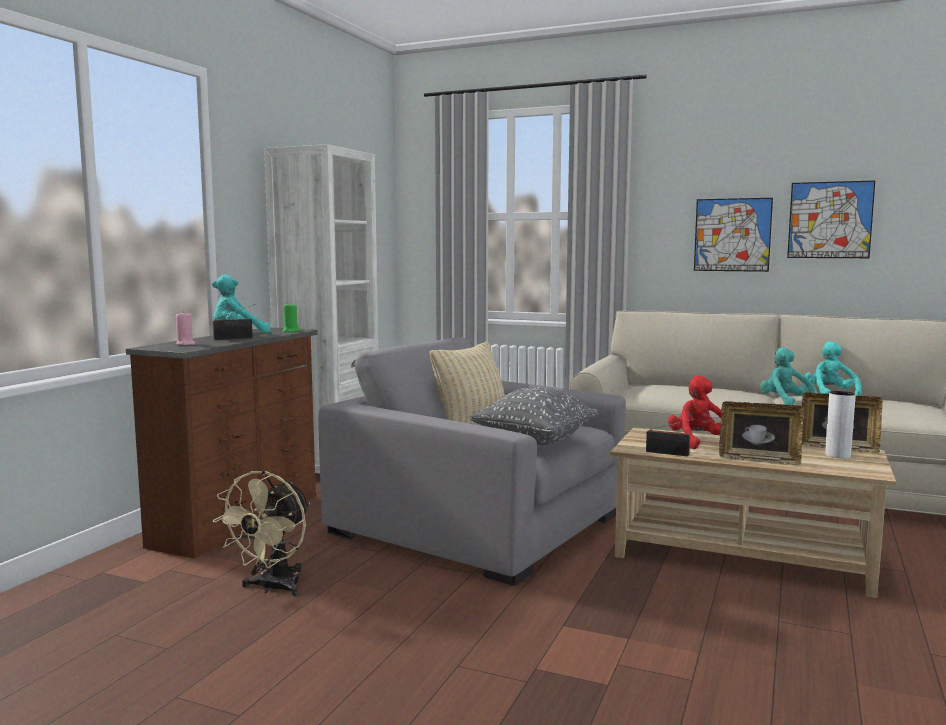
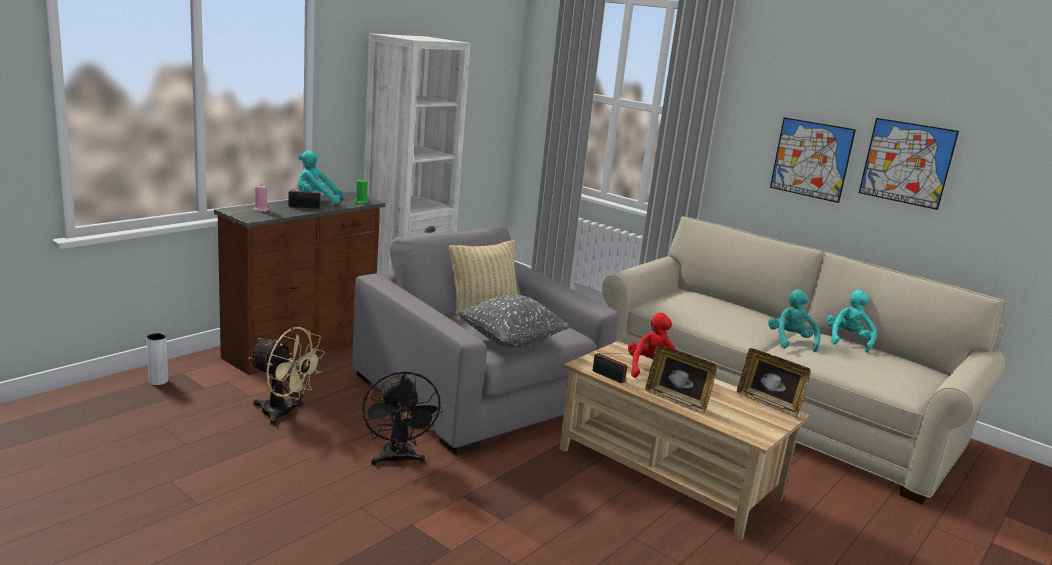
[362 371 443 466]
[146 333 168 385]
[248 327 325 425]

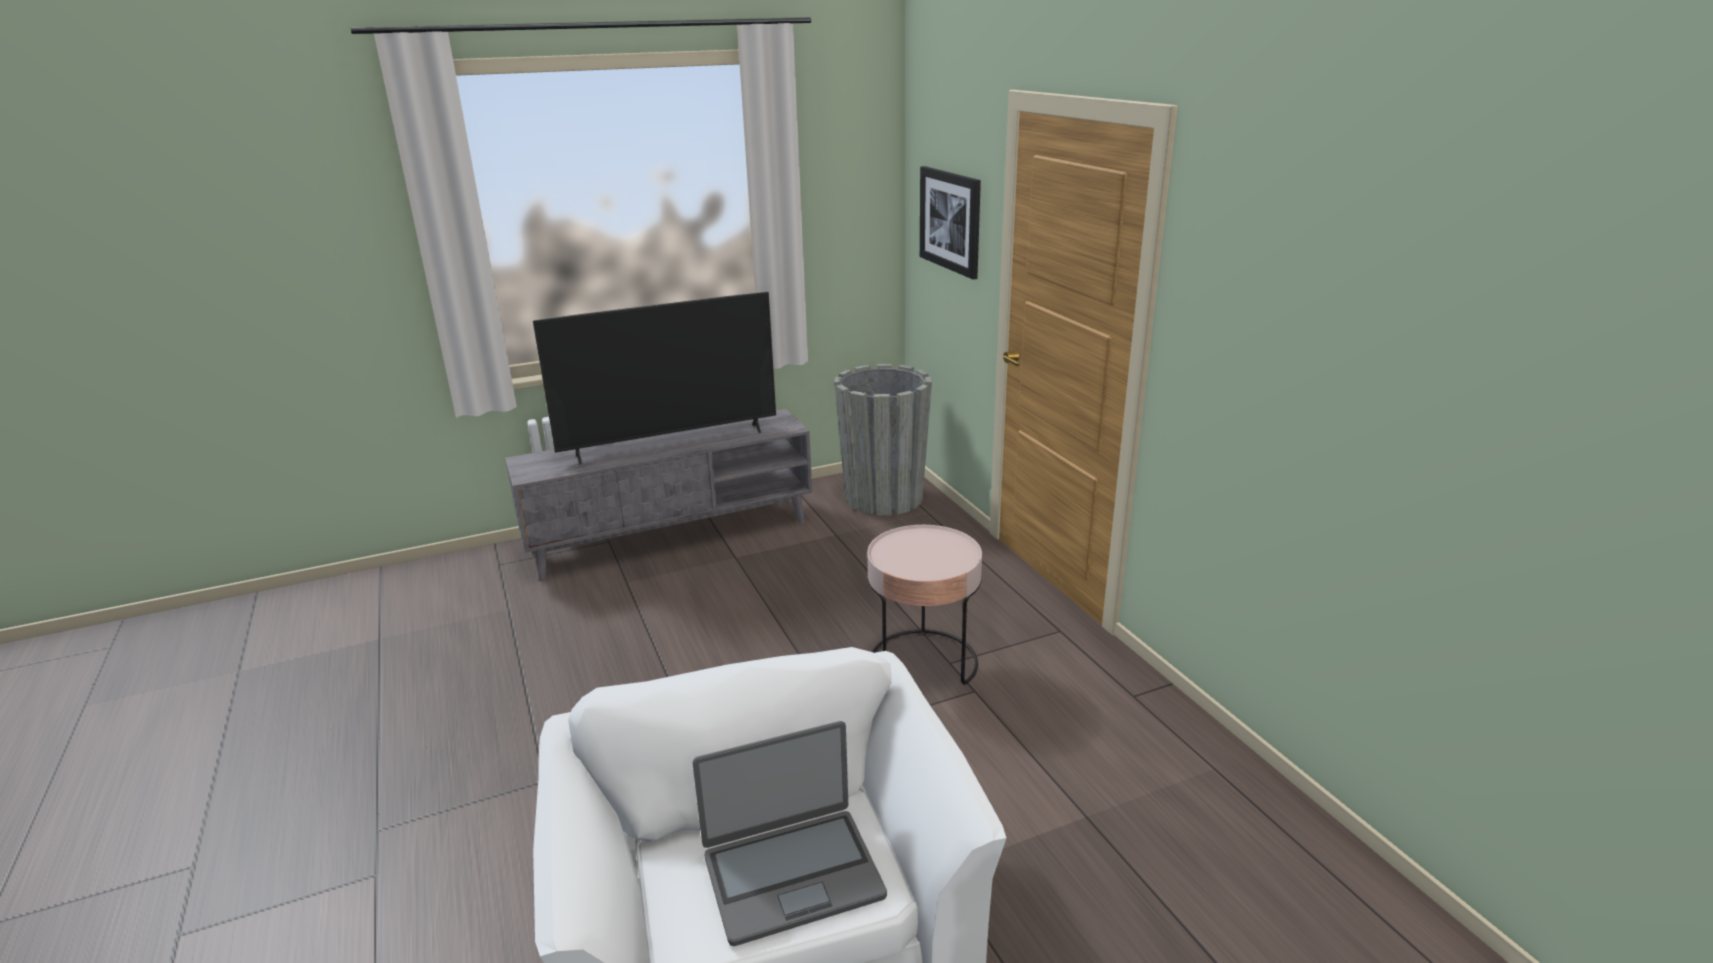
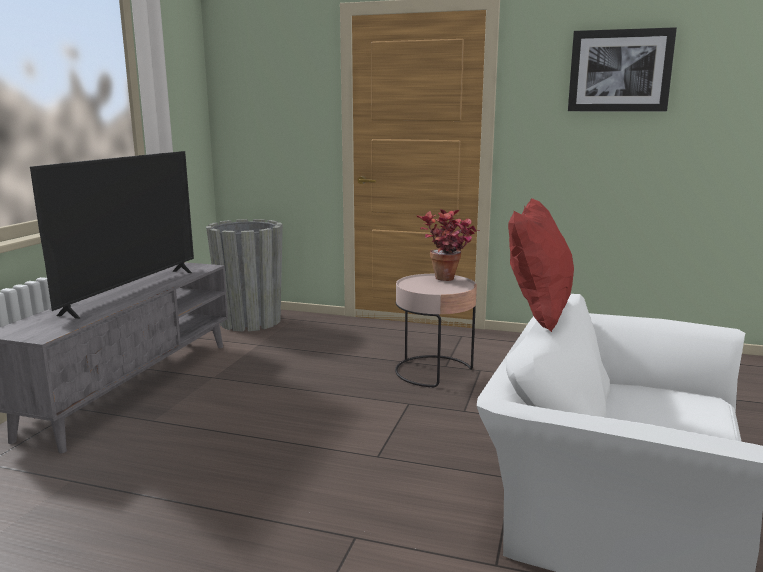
[693 721 887 946] (first image)
[416 209 480 281]
[508 198 574 332]
[568 27 677 111]

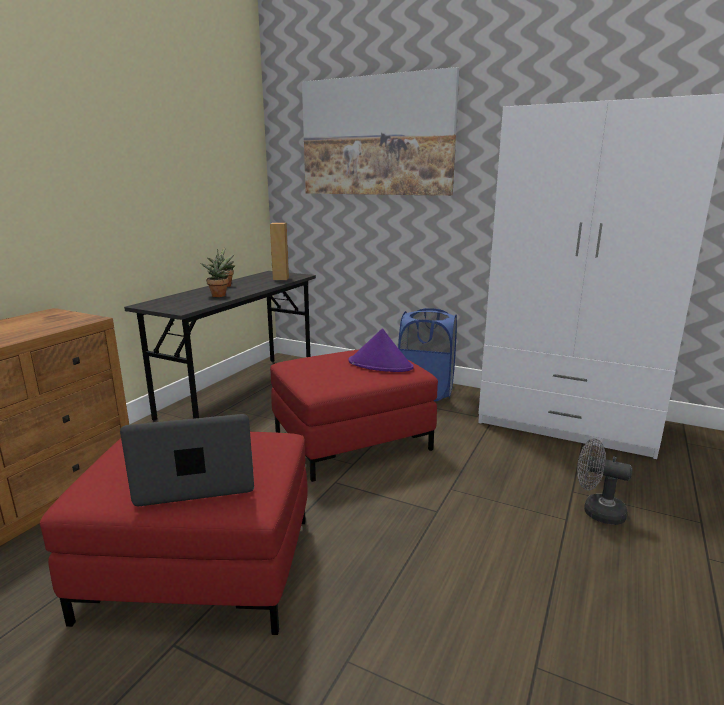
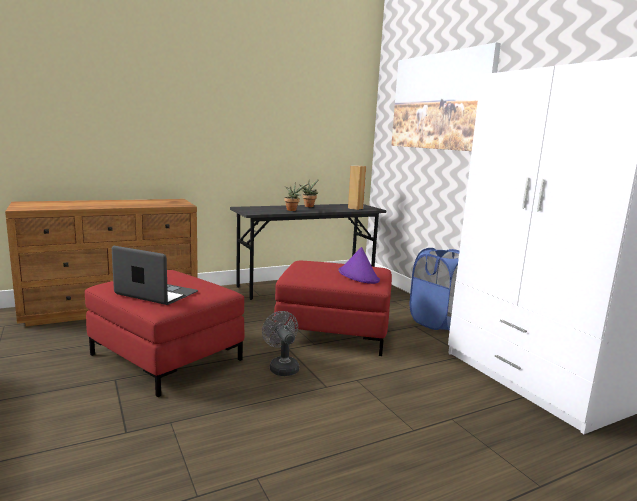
[262 311 299 376]

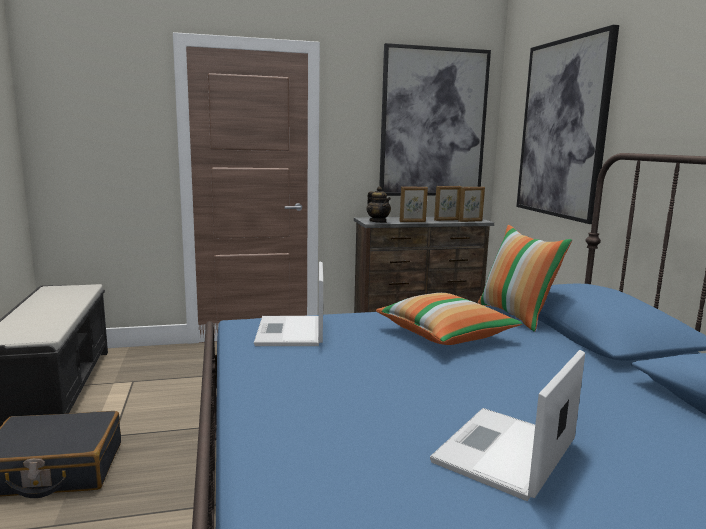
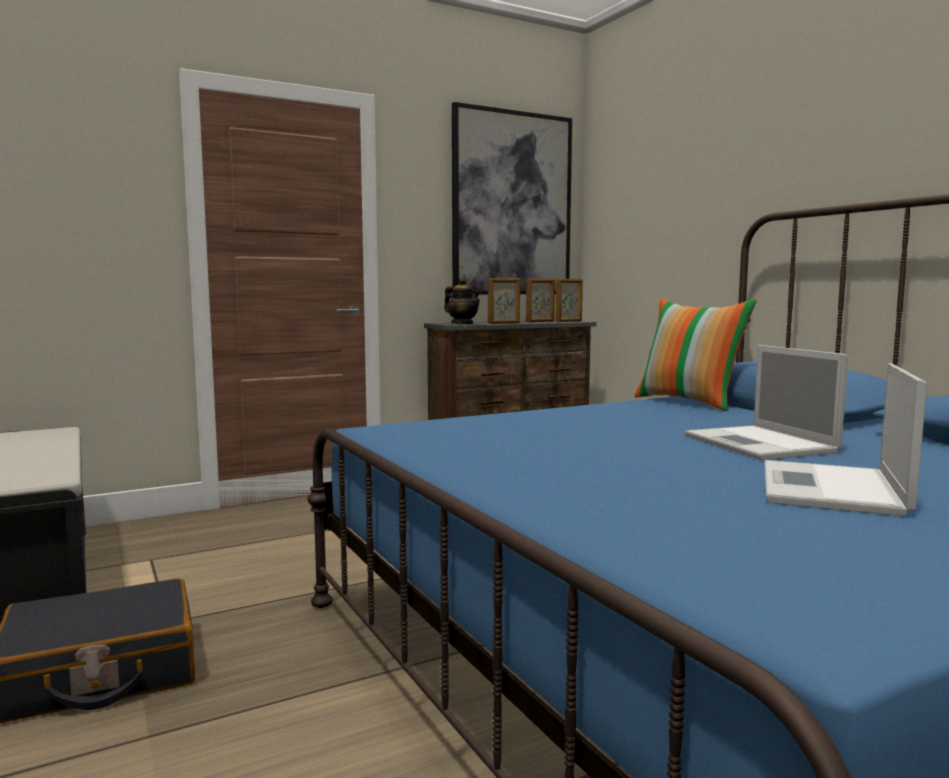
[376 293 523 345] (first image)
[516 25 619 224] (first image)
[685 345 848 460]

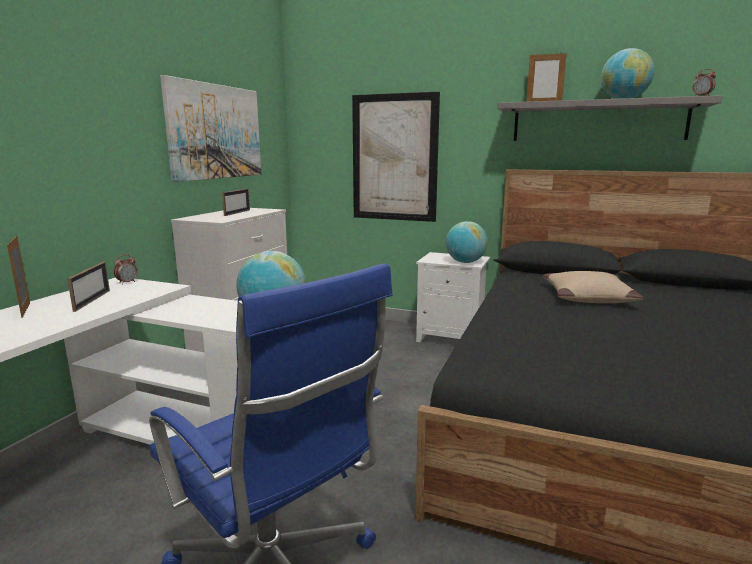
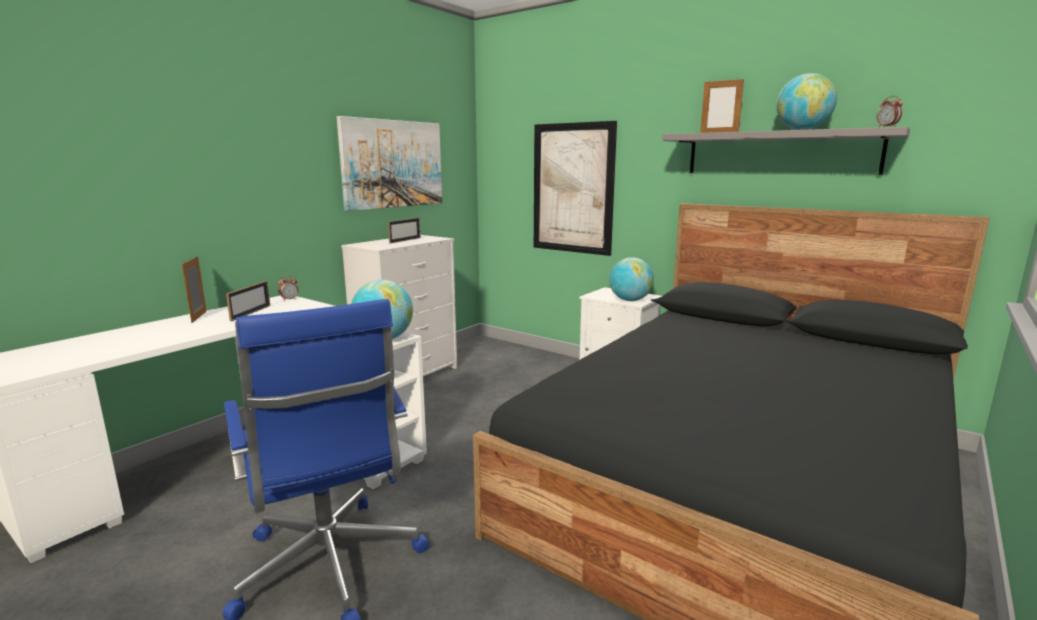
[542 271 644 303] (first image)

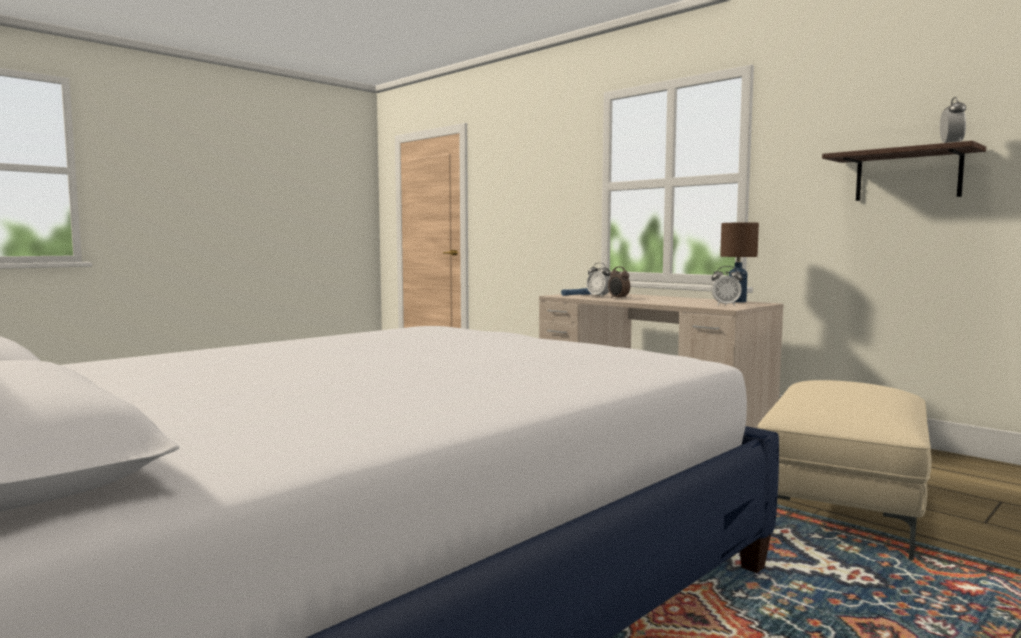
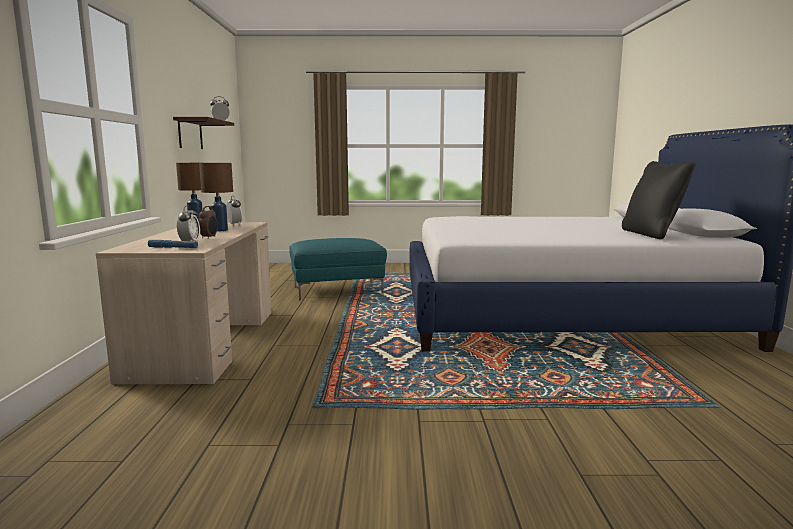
[199 163 233 231]
[622 161 696 239]
[289 238 387 300]

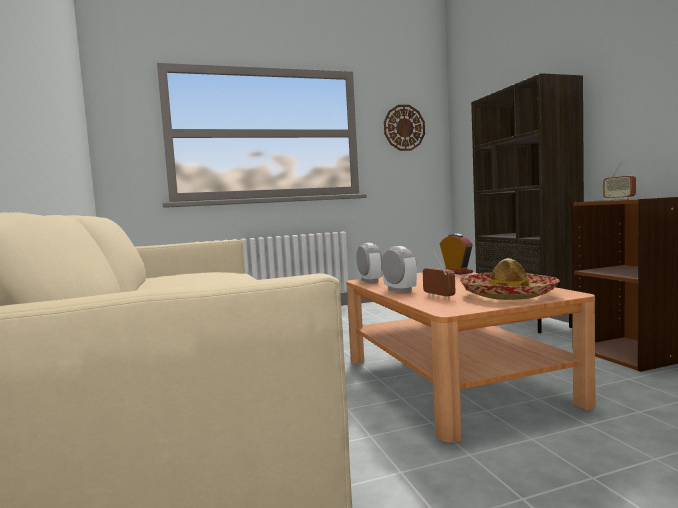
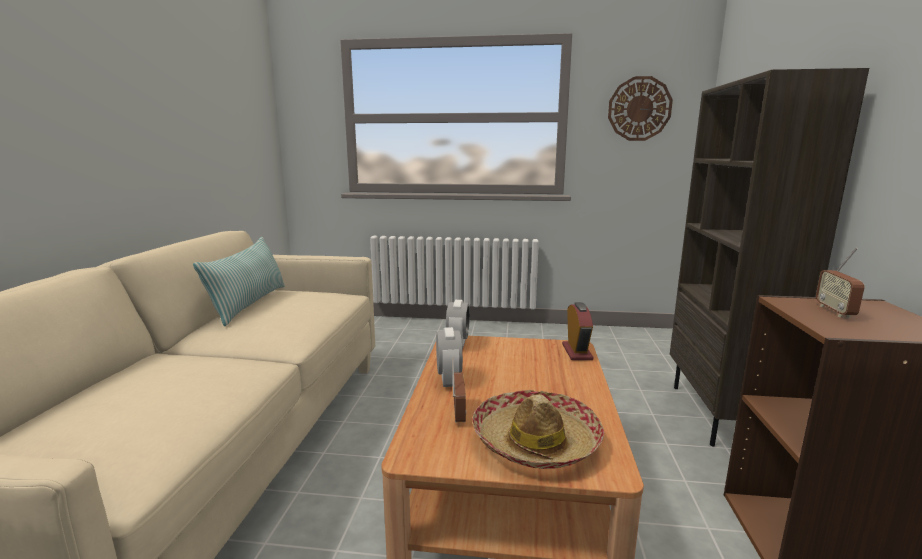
[193 237 285 326]

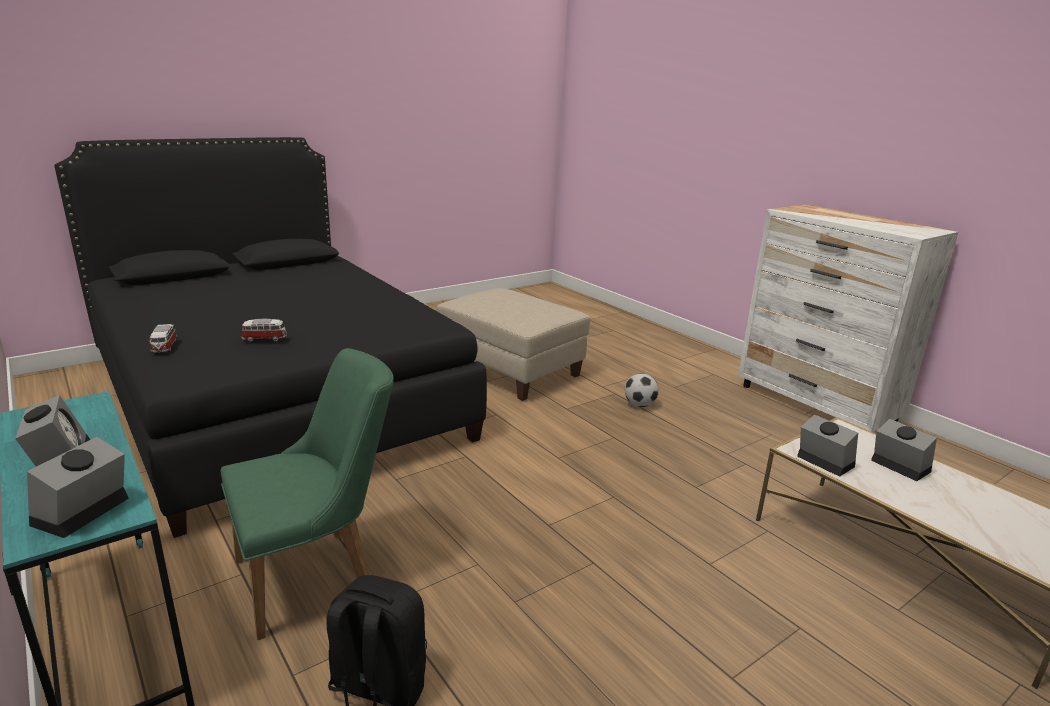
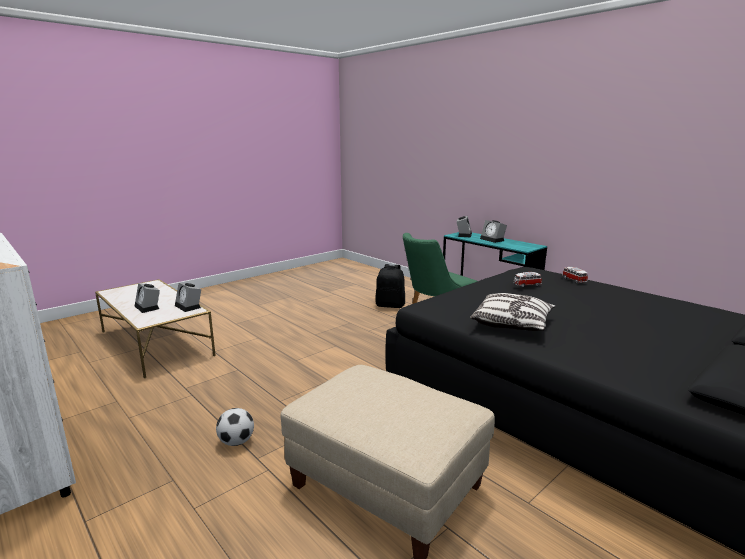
[470 293 556 331]

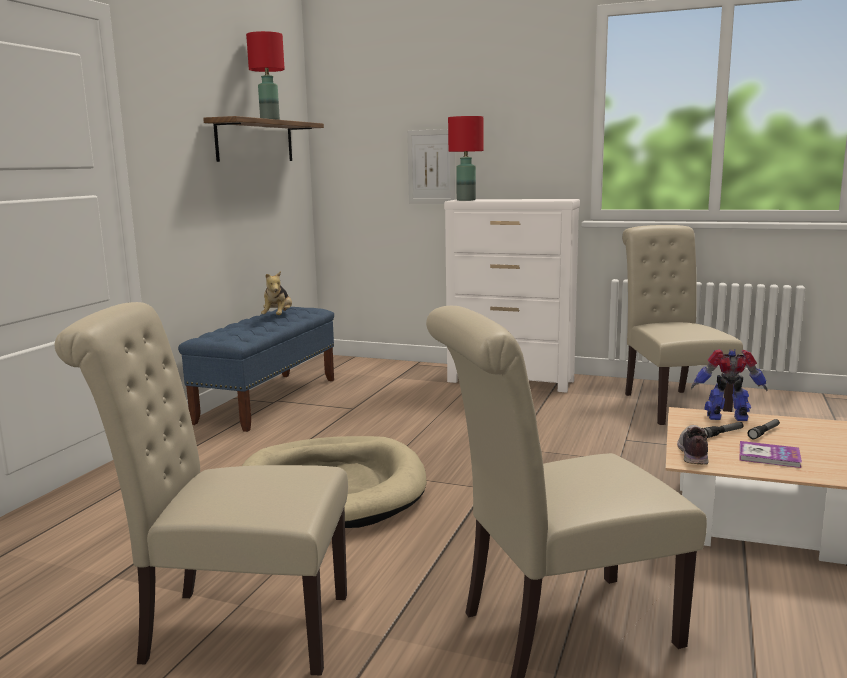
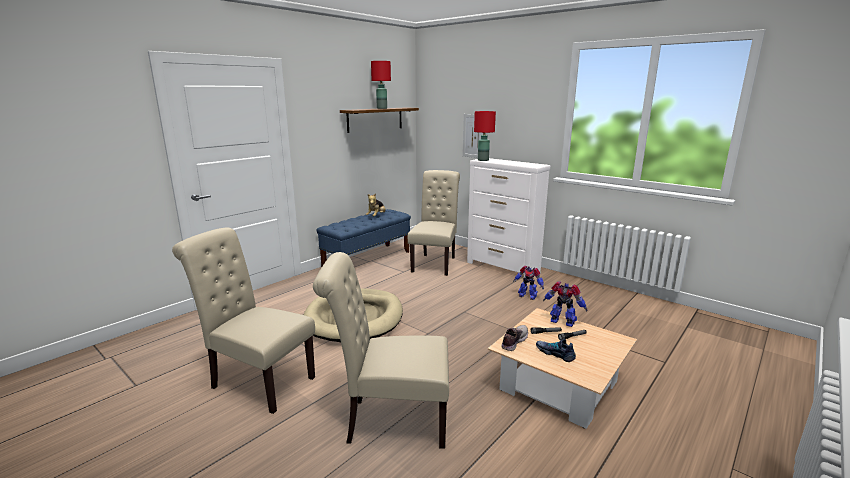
[513 266 544 300]
[408 170 460 276]
[536 339 576 362]

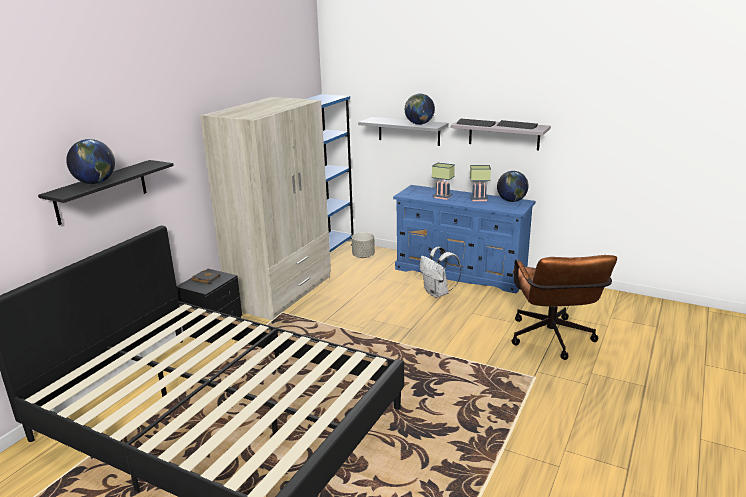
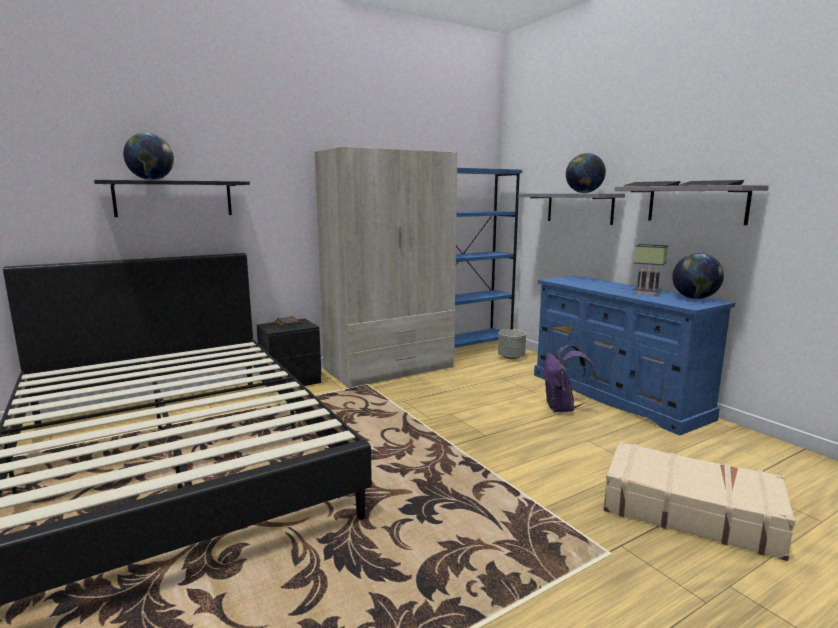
[432 163 455 200] (first image)
[603 441 796 561]
[543 345 596 412]

